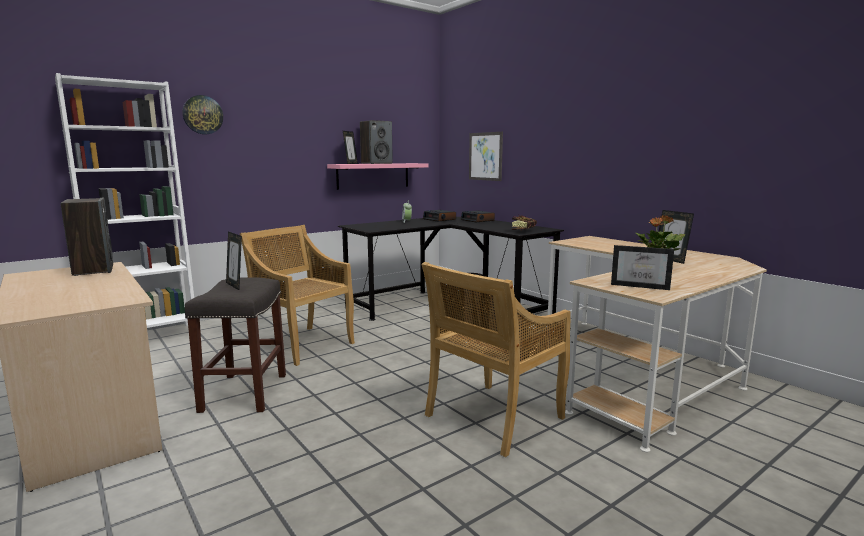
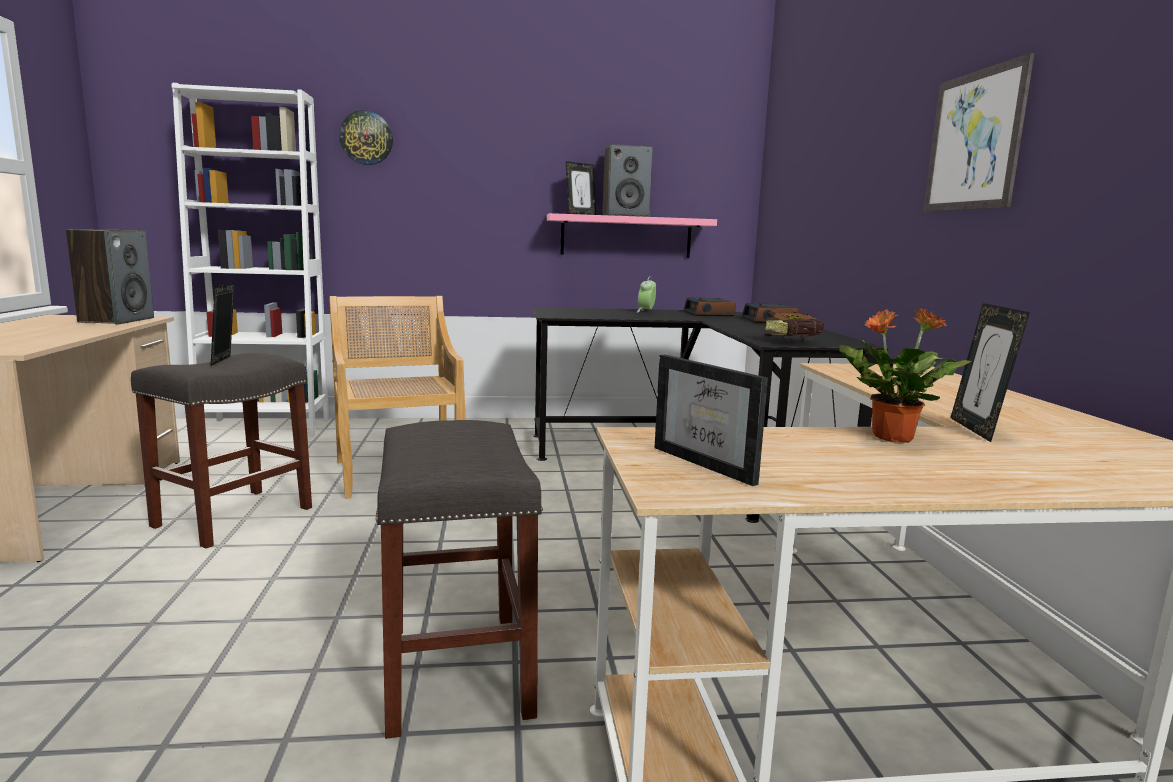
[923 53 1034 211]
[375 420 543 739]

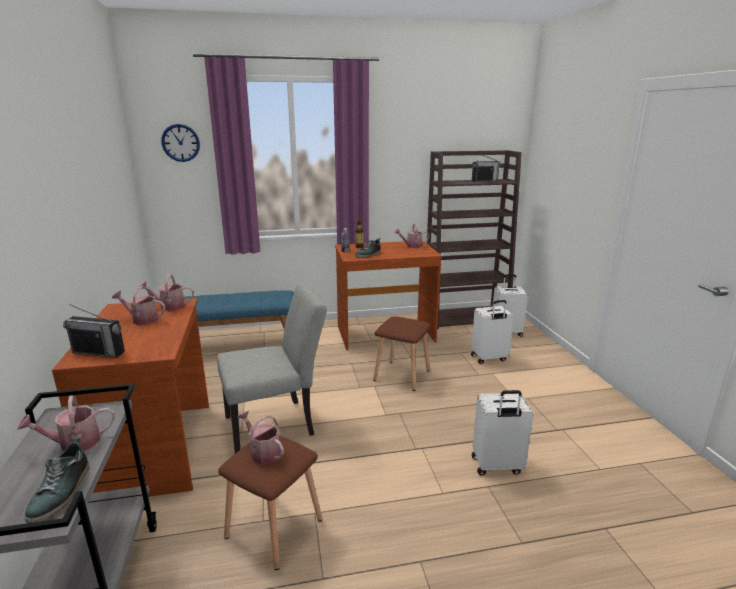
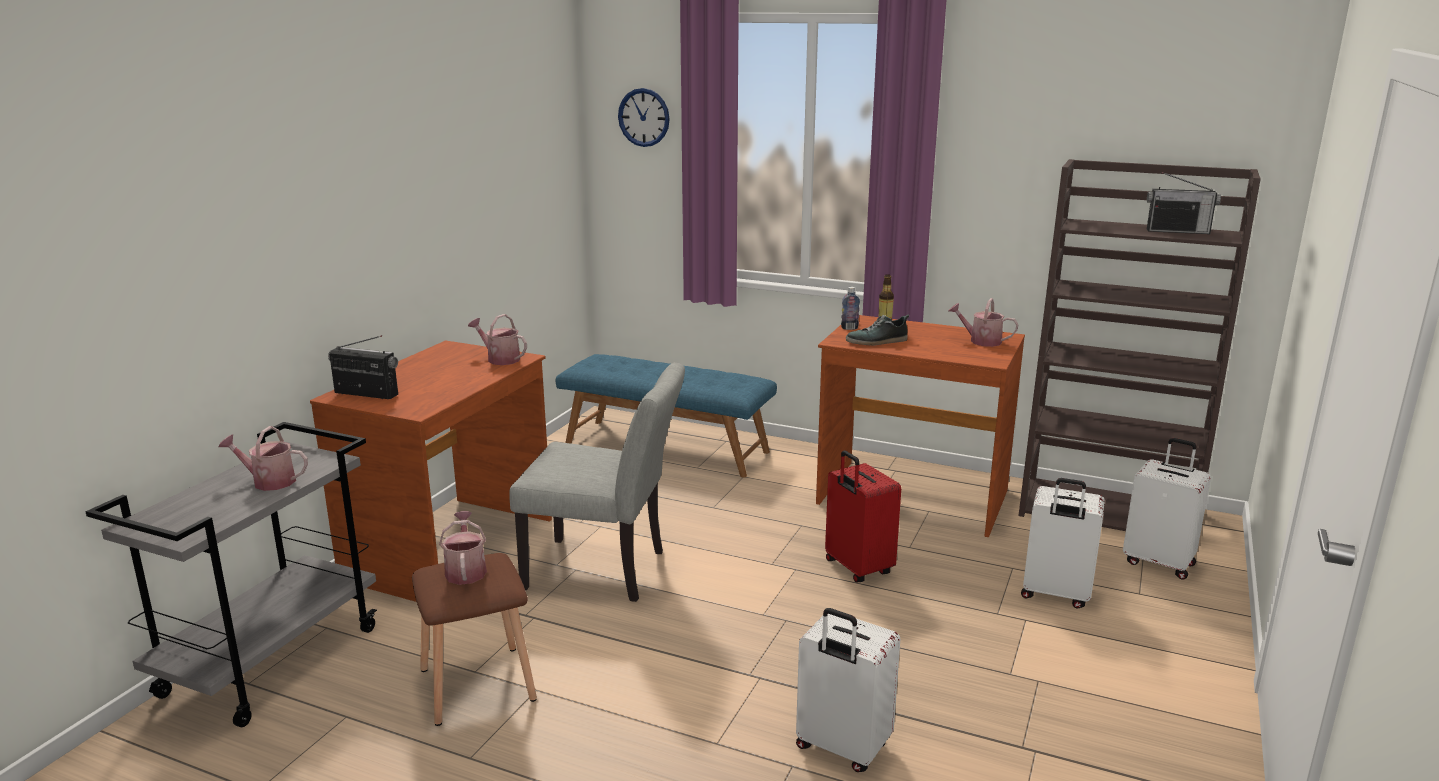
[24 437 90 523] (first image)
[112 286 165 325] (first image)
[825 450 901 582]
[328 335 398 399]

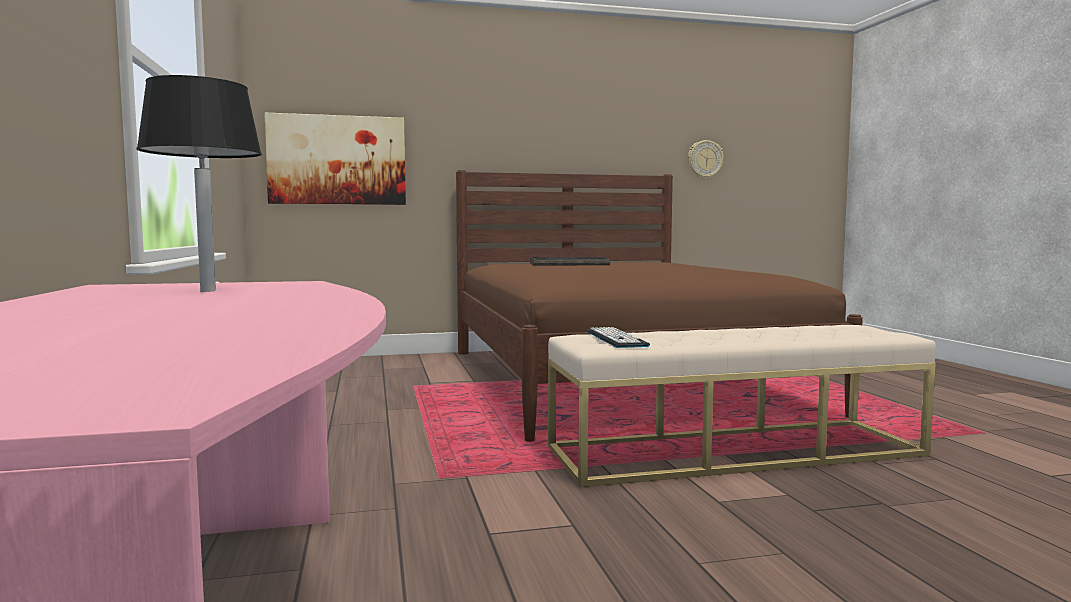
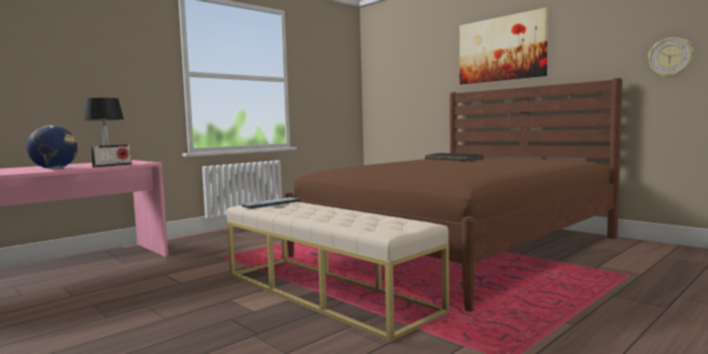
[26 125 78 169]
[91 144 132 168]
[459 8 548 84]

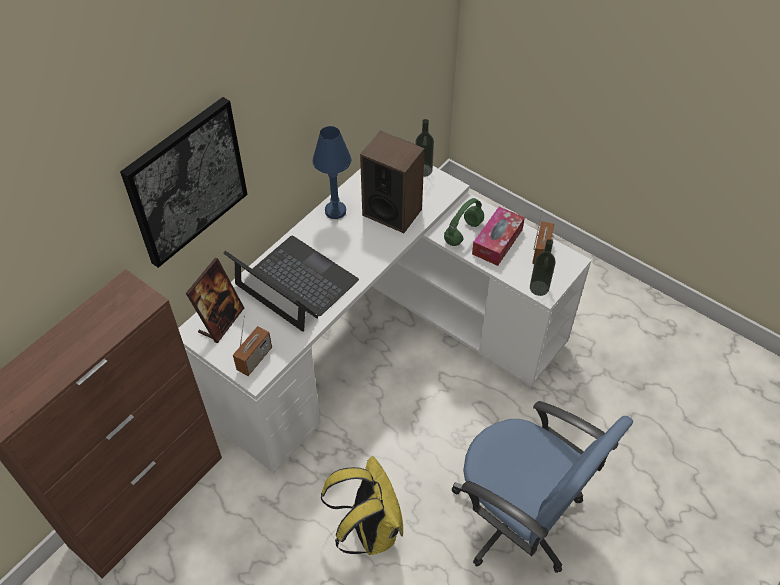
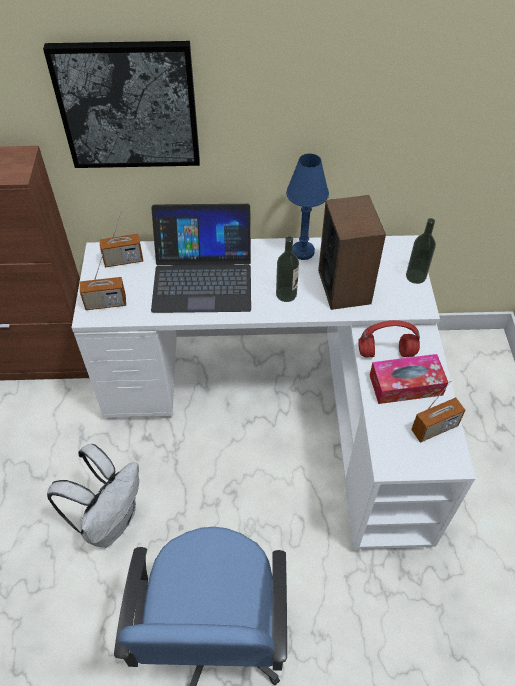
[276 236 299 302]
[99 212 143 268]
[47 444 139 548]
[358 320 420 358]
[151 204 251 313]

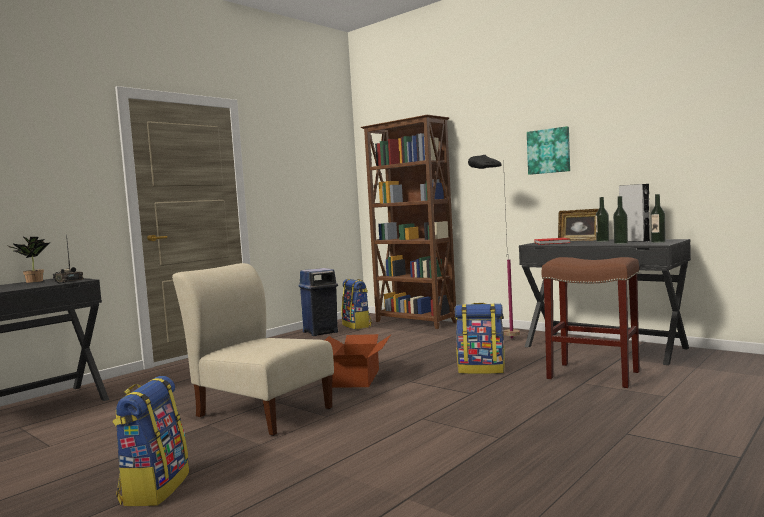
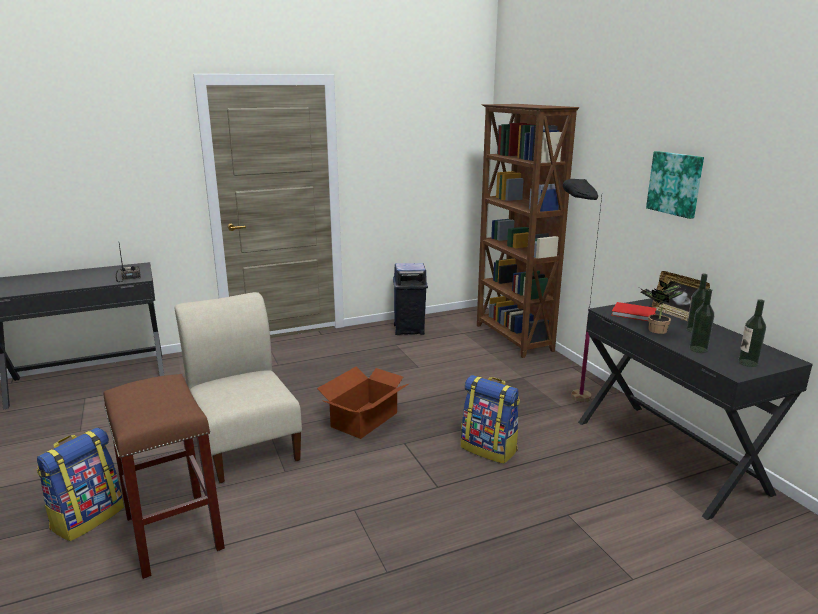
[341 279 372 330] (first image)
[619 184 650 242] (first image)
[640 280 685 334]
[104 374 225 579]

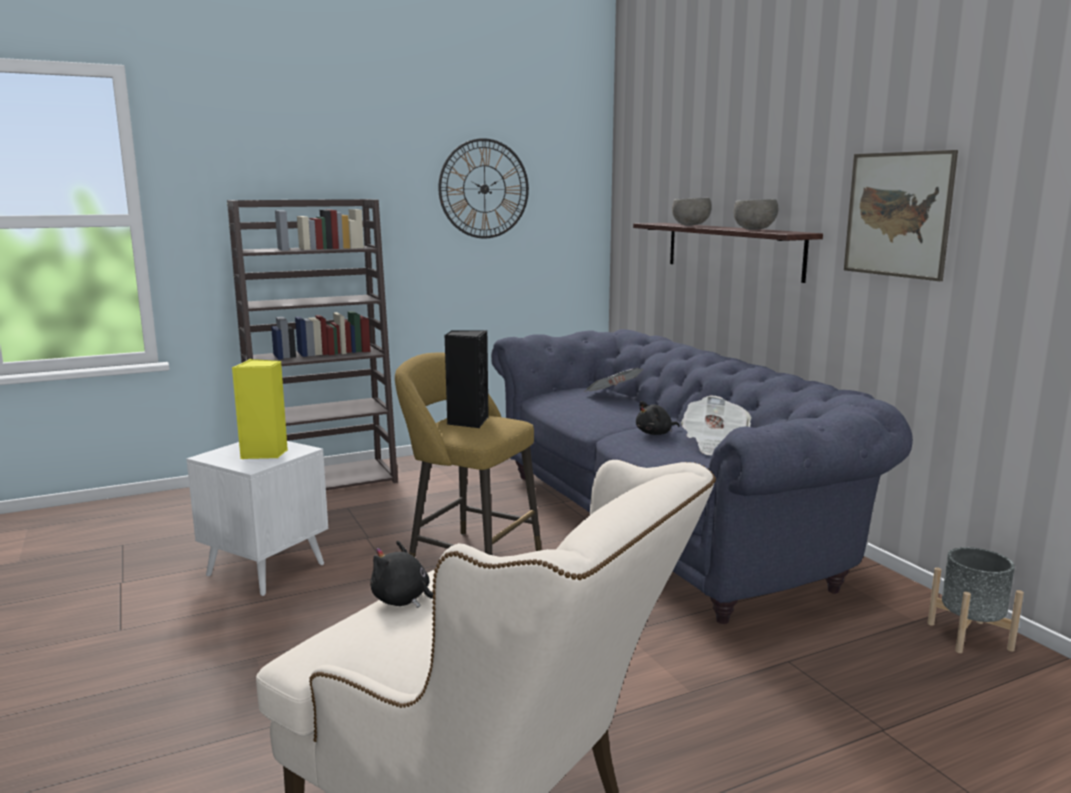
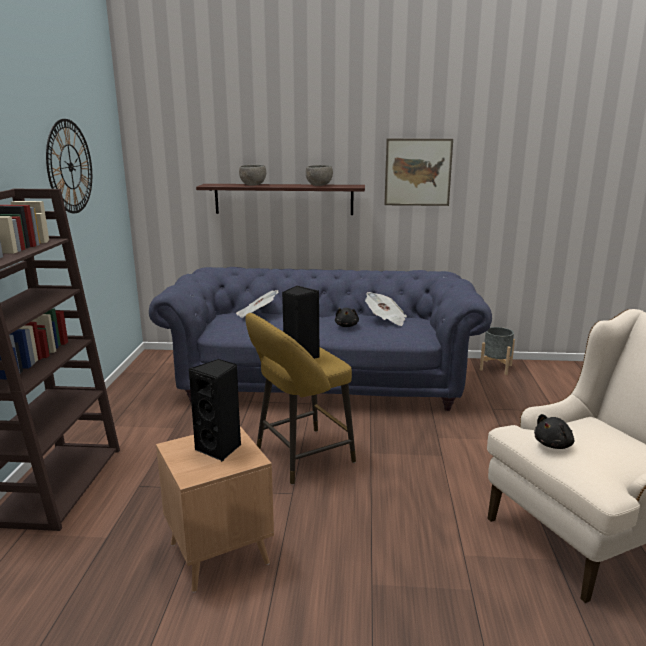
[156 426 274 592]
[189 359 241 462]

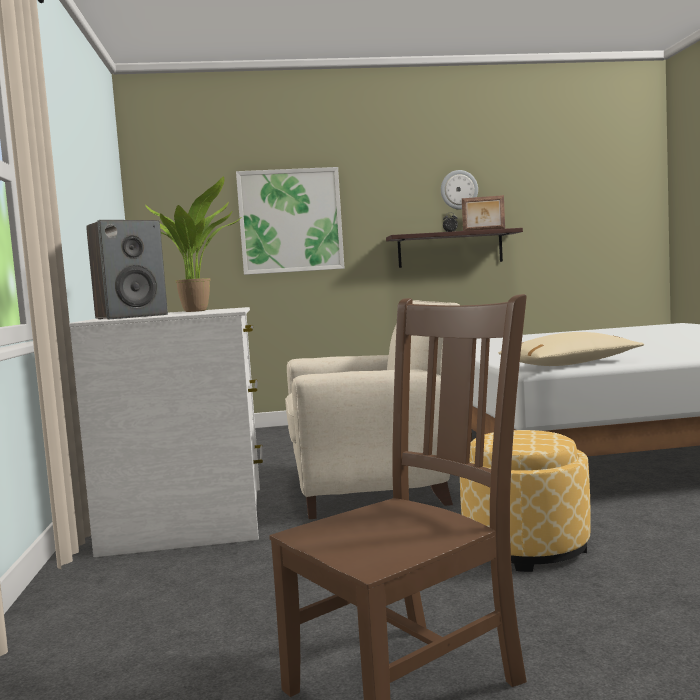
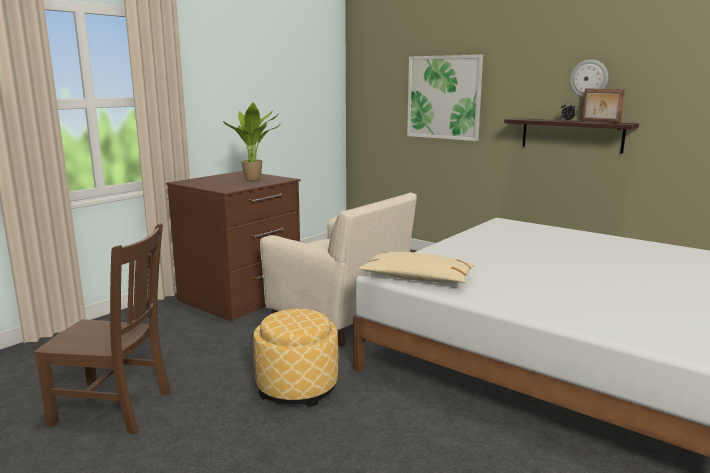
[86 220 168 319] (first image)
[166 171 301 322]

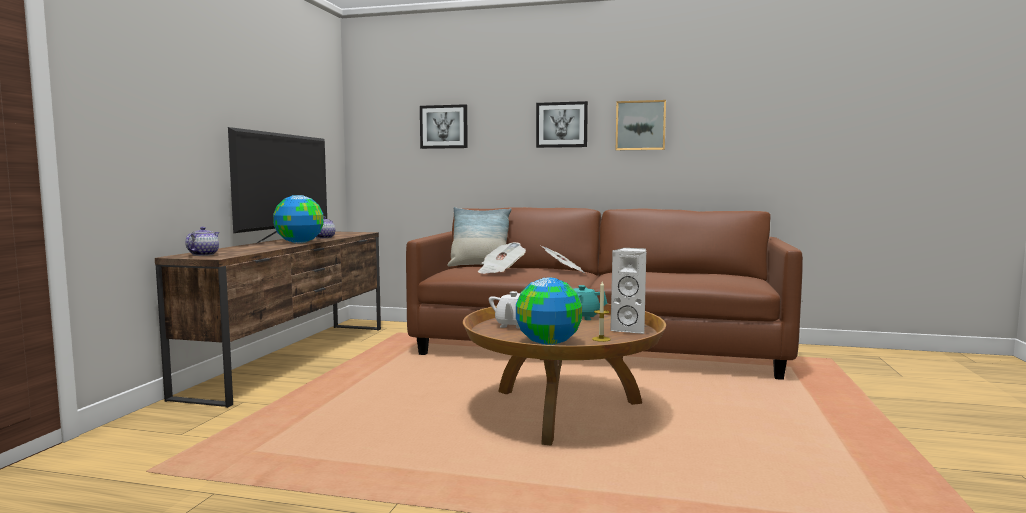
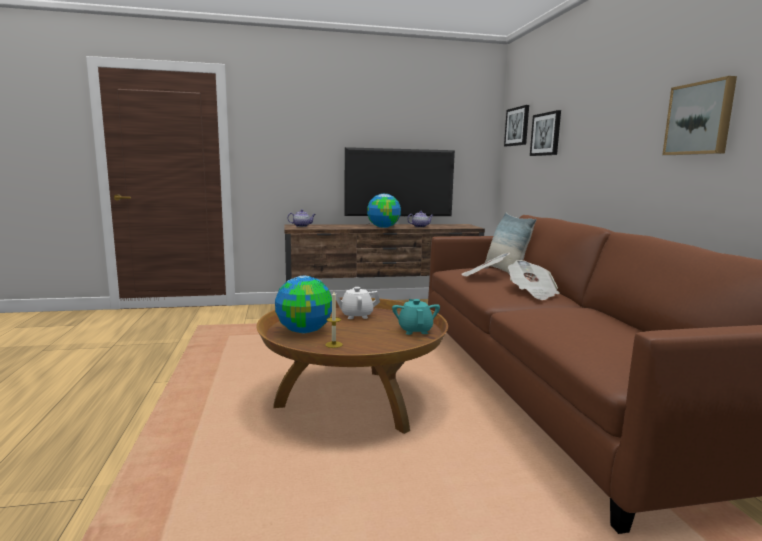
[610 248 646 334] (first image)
[504 105 529 146]

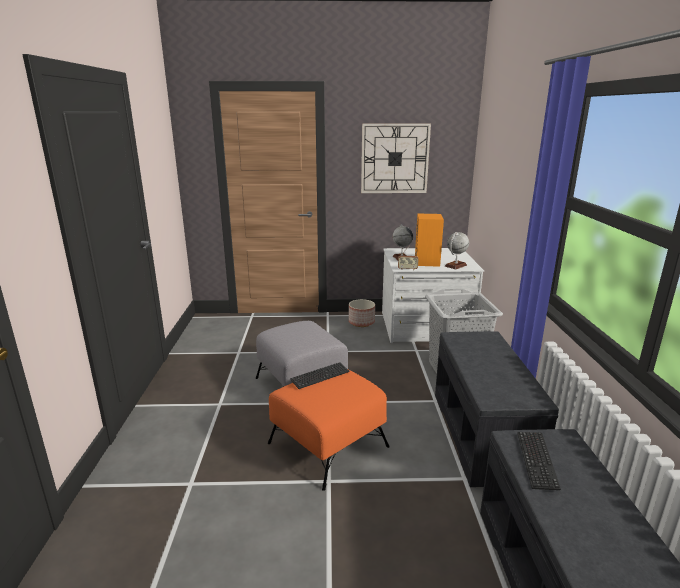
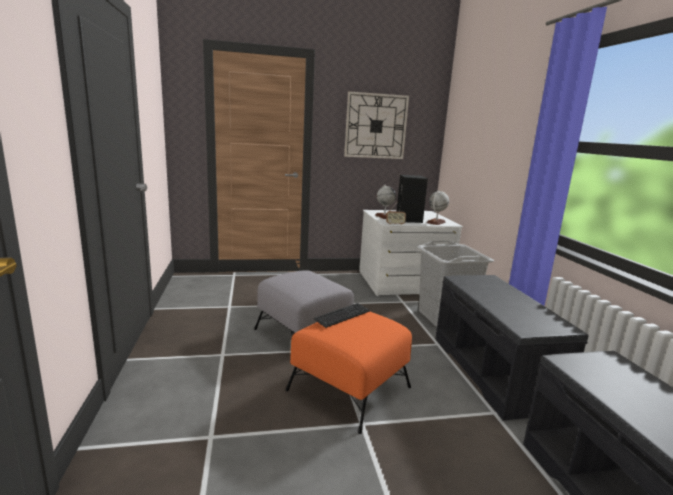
[349 299 375 327] (first image)
[517 432 561 490] (first image)
[397 175 428 223]

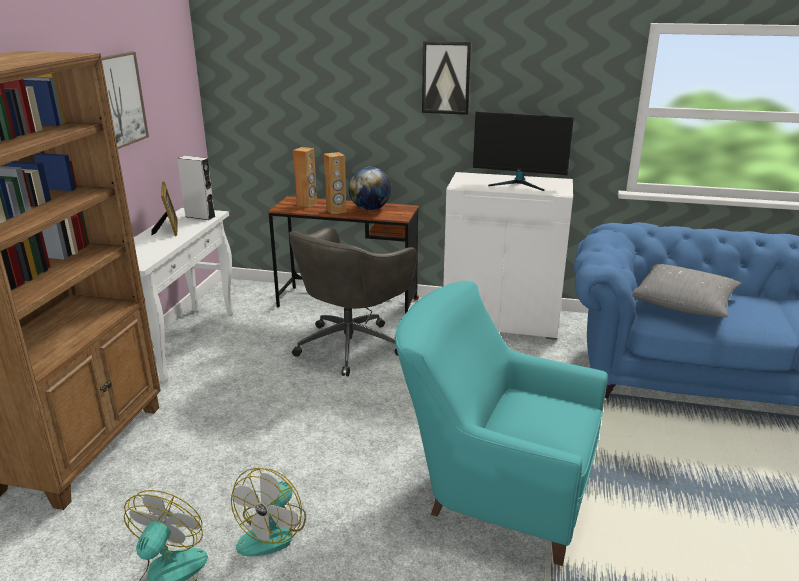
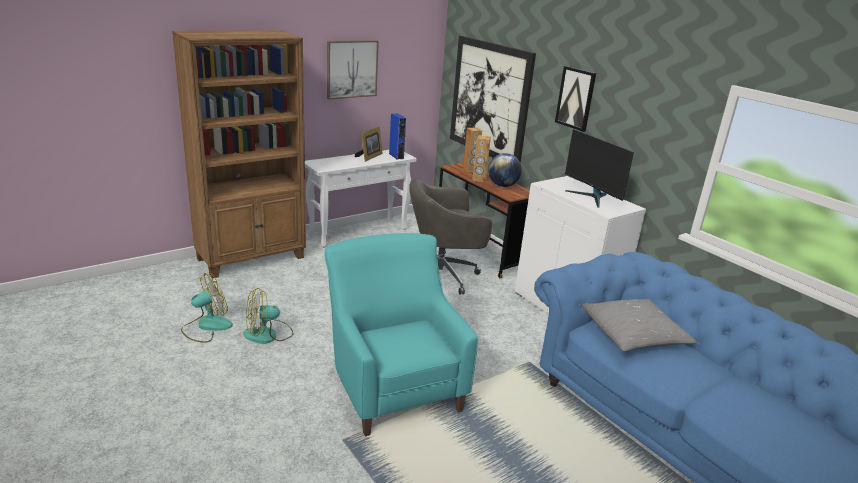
[450 36 536 163]
[389 114 406 160]

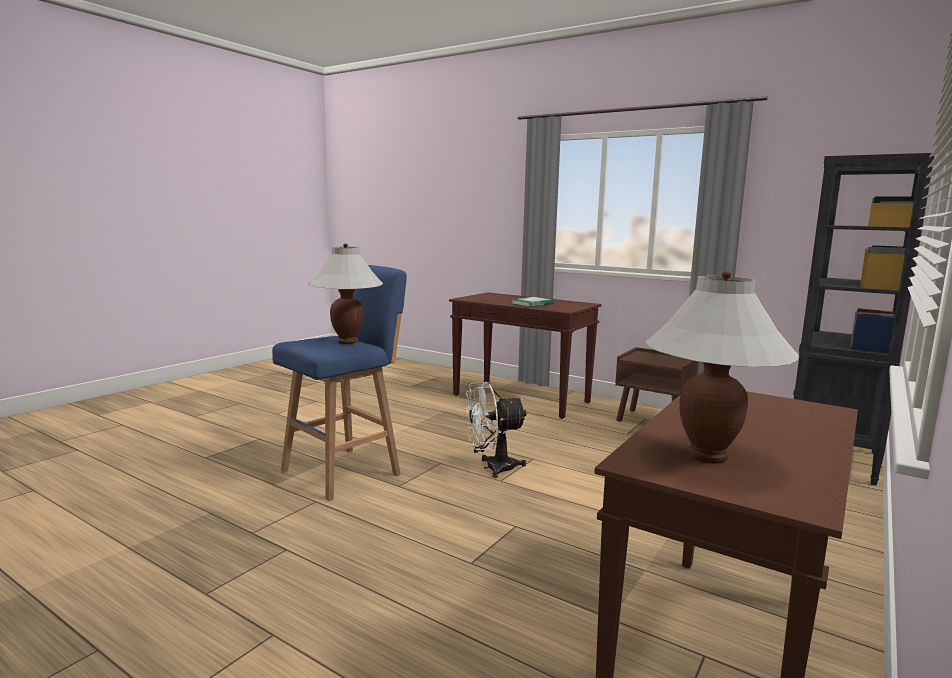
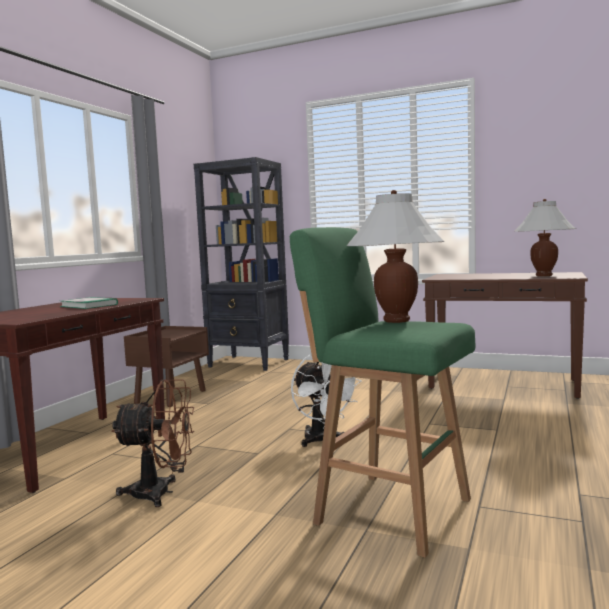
[112 379 194 507]
[290 227 475 558]

